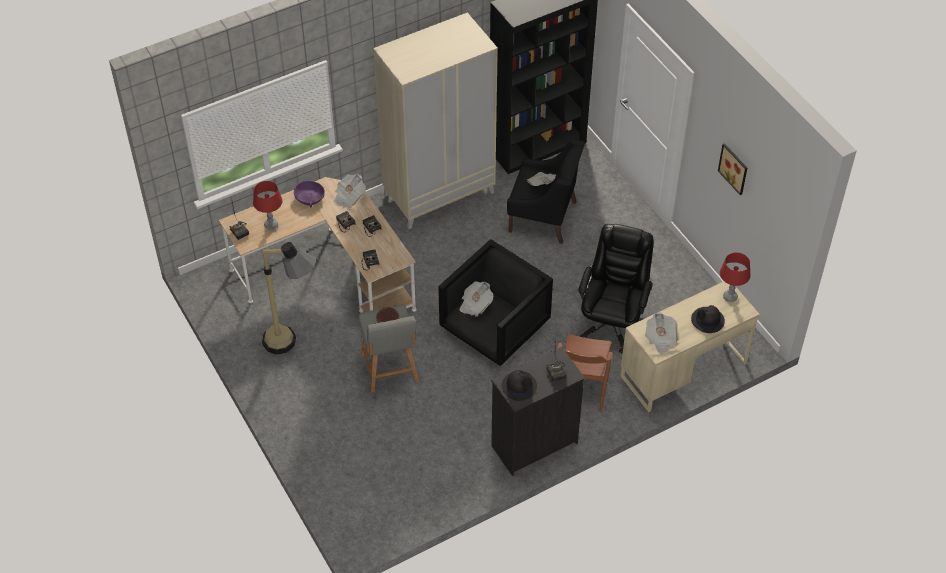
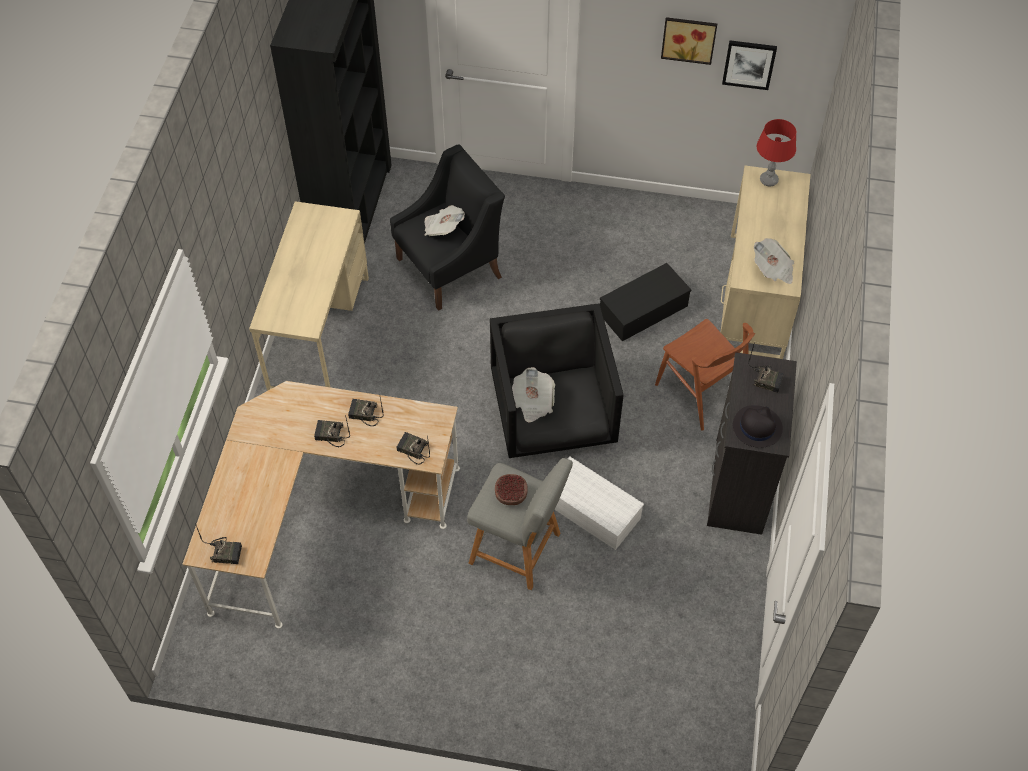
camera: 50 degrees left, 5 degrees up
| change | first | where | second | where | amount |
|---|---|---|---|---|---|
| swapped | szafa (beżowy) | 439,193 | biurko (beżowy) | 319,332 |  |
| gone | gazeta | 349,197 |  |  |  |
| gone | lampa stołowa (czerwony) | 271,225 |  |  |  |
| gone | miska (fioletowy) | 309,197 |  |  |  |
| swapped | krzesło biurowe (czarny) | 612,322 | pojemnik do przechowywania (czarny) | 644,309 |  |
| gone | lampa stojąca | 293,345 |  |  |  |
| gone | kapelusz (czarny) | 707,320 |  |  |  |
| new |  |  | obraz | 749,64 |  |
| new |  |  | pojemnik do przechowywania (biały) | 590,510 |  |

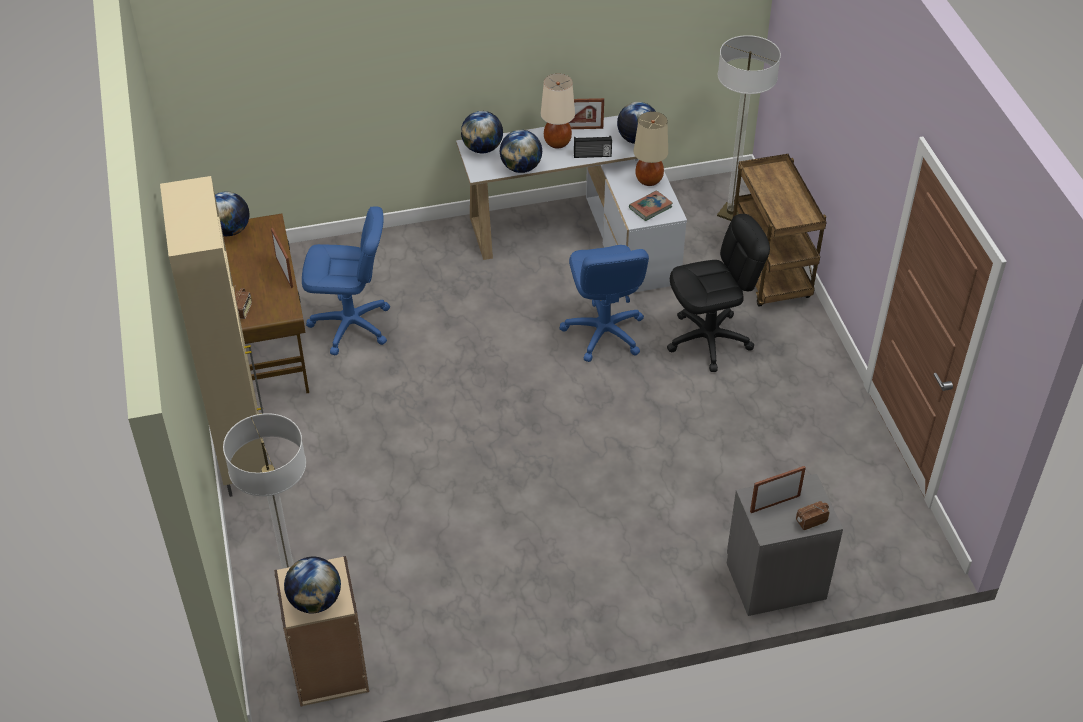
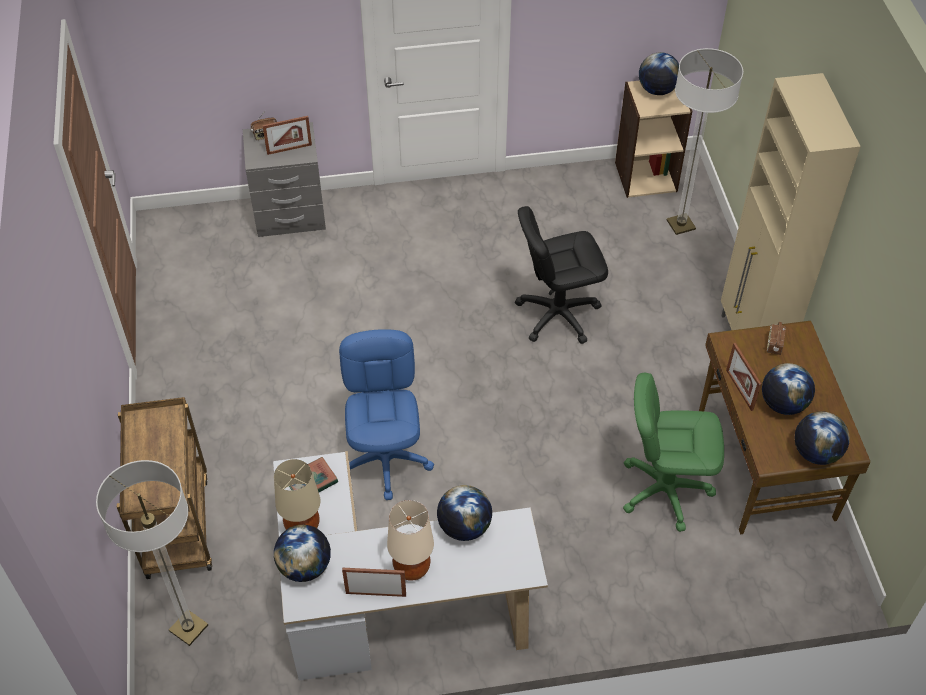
camera: 175 degrees left, 5 degrees up
| change | first | where | second | where | amount |
|---|---|---|---|---|---|
| shifted | globus | 482,148 |  | 782,404 |  |
| gone | radio | 592,155 |  |  |  |
| repainted | krzesło biurowe (niebieski) | 351,326 | krzesło biurowe (zielony) | 665,489 |  |
| shifted | krzesło biurowe (czarny) | 709,340 |  | 557,314 |  |

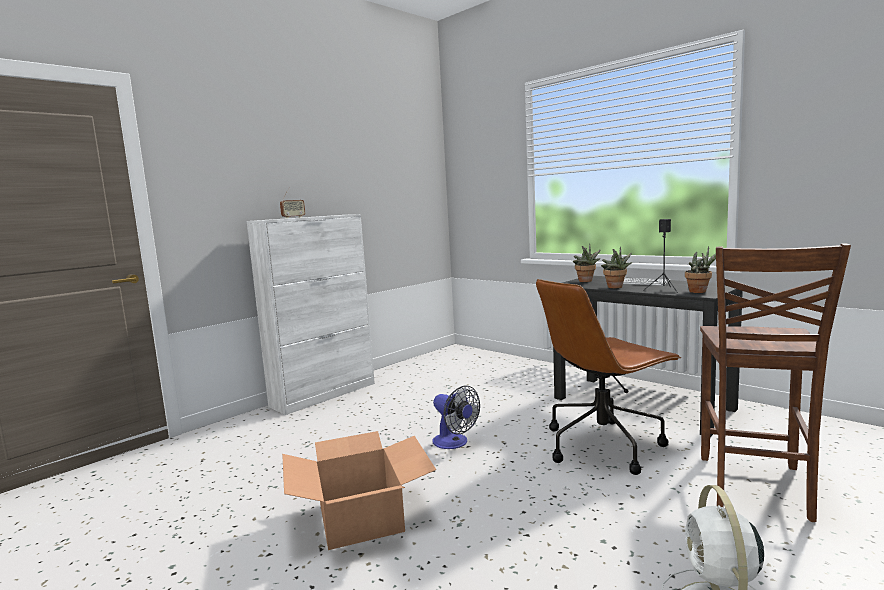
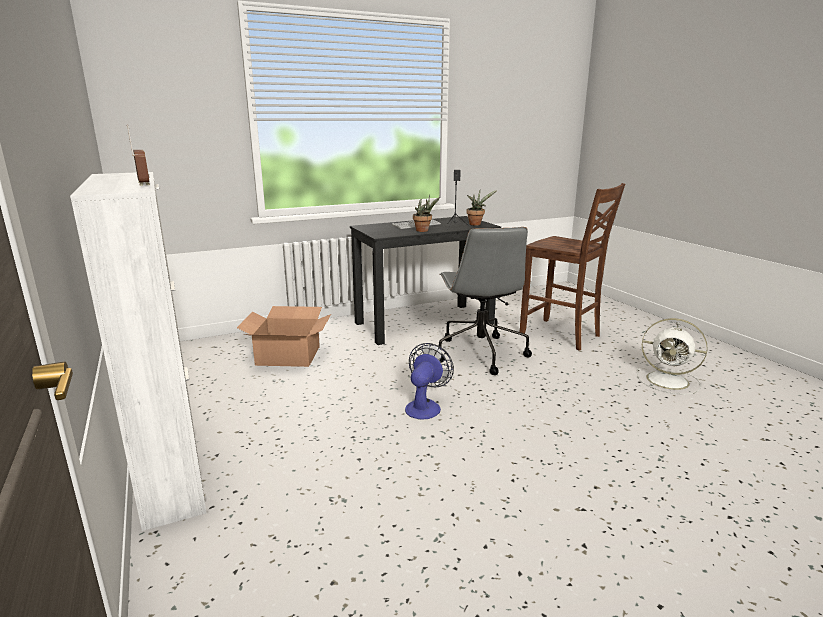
camera: 70 degrees left, 10 degrees up
| change | first | where | second | where | amount |
|---|---|---|---|---|---|
| gone | roślina doniczkowa | 586,281 |  |  |  |
| repainted | krzesło biurowe (brązowy) | 604,445 | krzesło biurowe (szary) | 479,353 |  |
| rotated | wentylator | 454,443 |  | 425,406 | 45 degrees counterclockwise |
| shifted | karton | 361,517 |  | 288,355 |  |

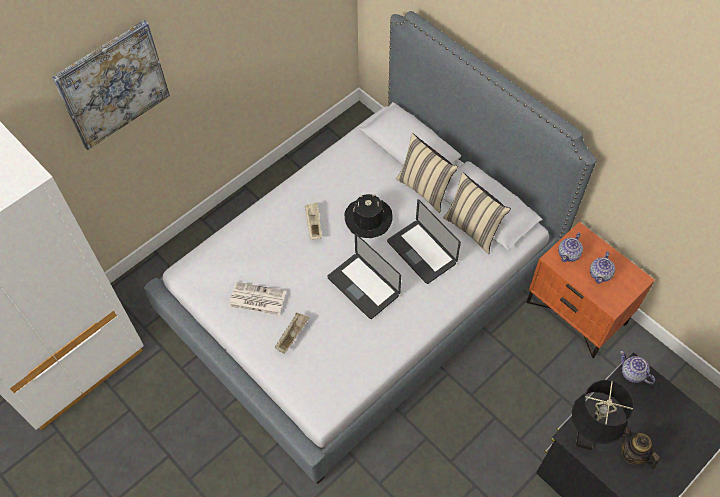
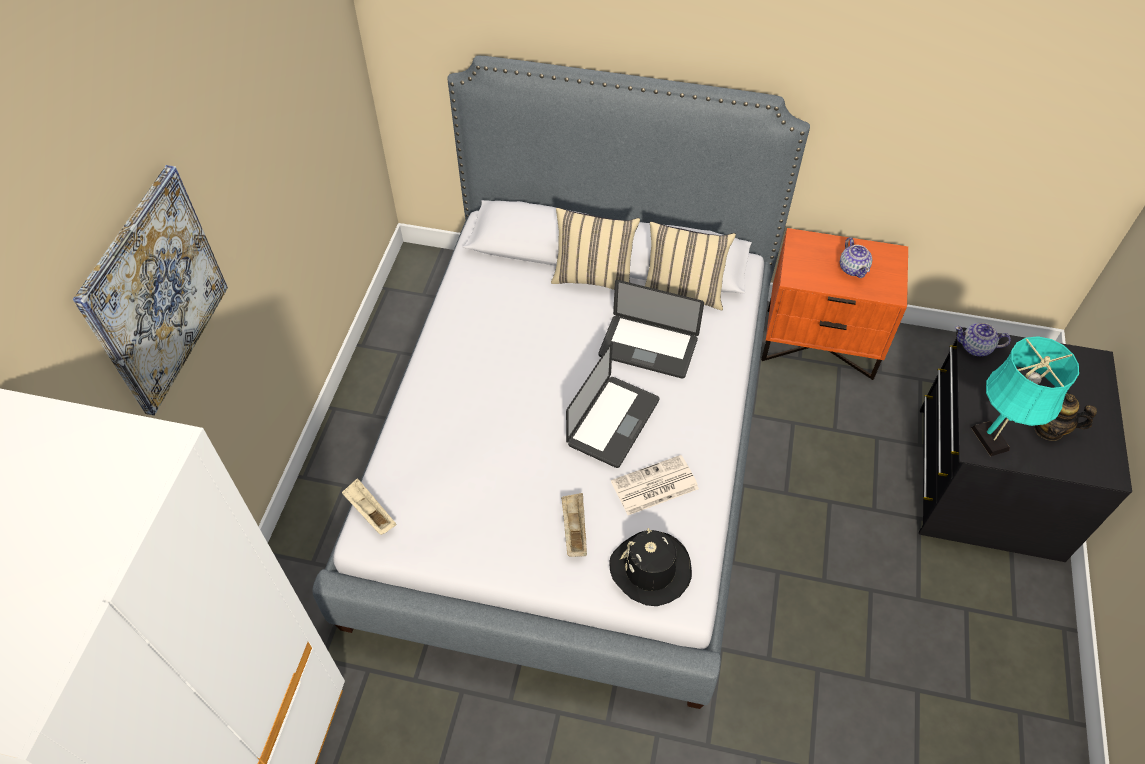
camera: 35 degrees left, 5 degrees down
| change | first | where | second | where | amount |
|---|---|---|---|---|---|
| shifted | kapelusz (czarny) | 368,219 |  | 650,569 |  |
| shifted | taca (beżowy) | 313,224 |  | 370,512 |  |
| rotated | laptop | 363,286 |  | 613,422 | 75 degrees counterclockwise |
| gone | imbryk | 569,254 |  |  |  |
| shifted | gazeta | 256,299 |  | 654,486 |  |
| repainted | lampa stołowa (czarny) | 585,438 | lampa stołowa (turkusowy) | 992,442 |  |

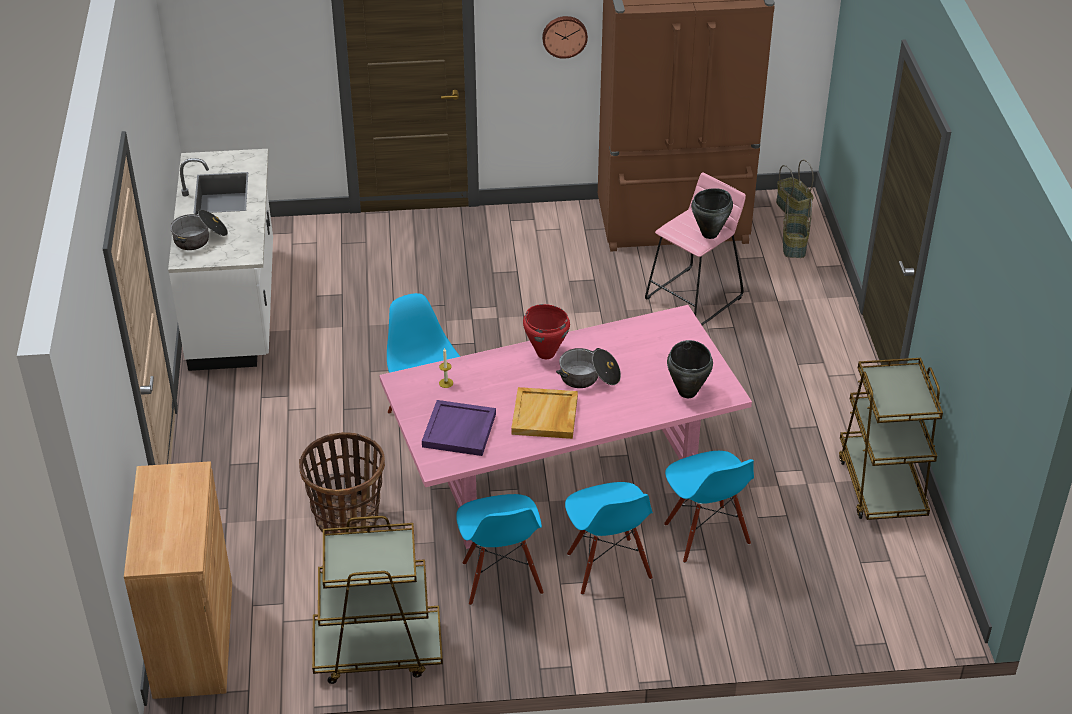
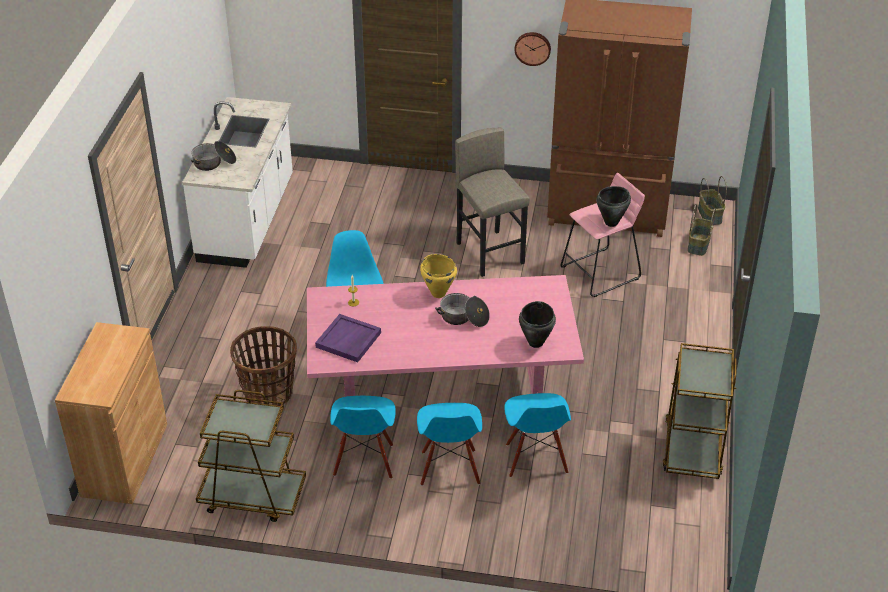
camera: 15 degrees right, 0 degrees up
| change | first | where | second | where | amount |
|---|---|---|---|---|---|
| repainted | garnek (czerwony) | 545,353 | garnek (żółty) | 438,293 |  |
| gone | taca (beżowy) | 545,416 |  |  |  |
| new |  |  | stołek (szary) | 490,253 |  |

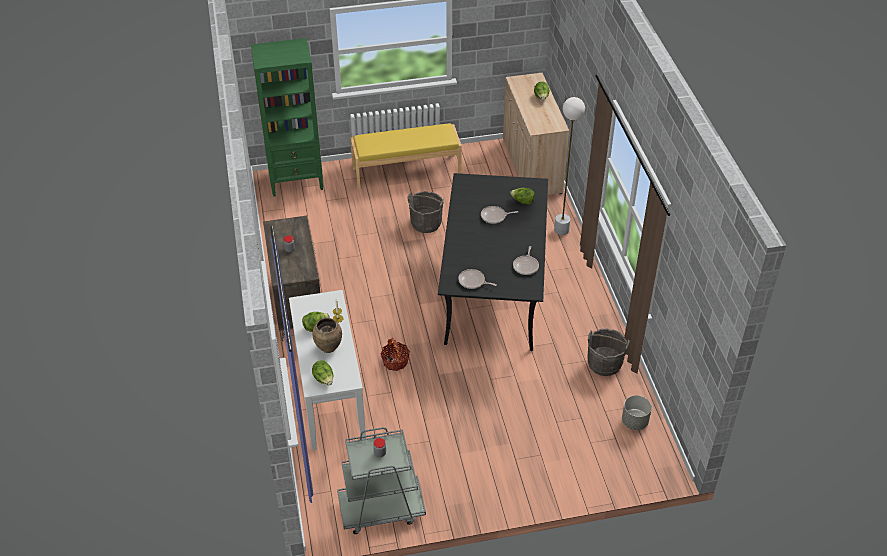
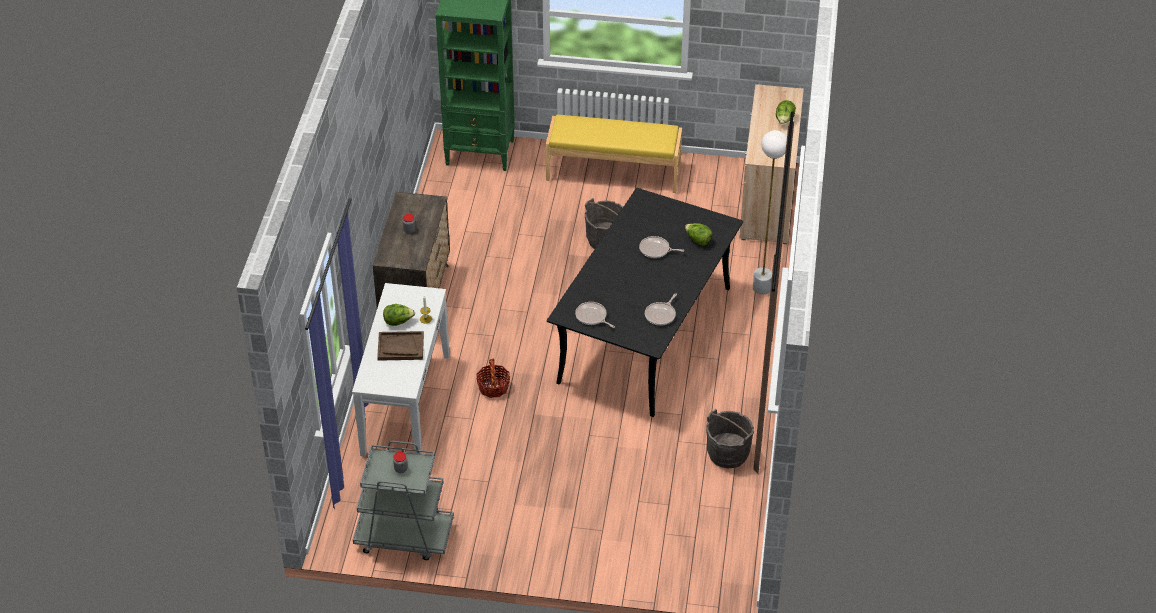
camera: 20 degrees right, 0 degrees up
| change | first | where | second | where | amount |
|---|---|---|---|---|---|
| swapped | wazon (brązowy) | 328,348 | taca (brązowy) | 400,347 |  |
| gone | sałata | 324,379 |  |  |  |
| gone | donica (szary) | 634,421 |  |  |  |

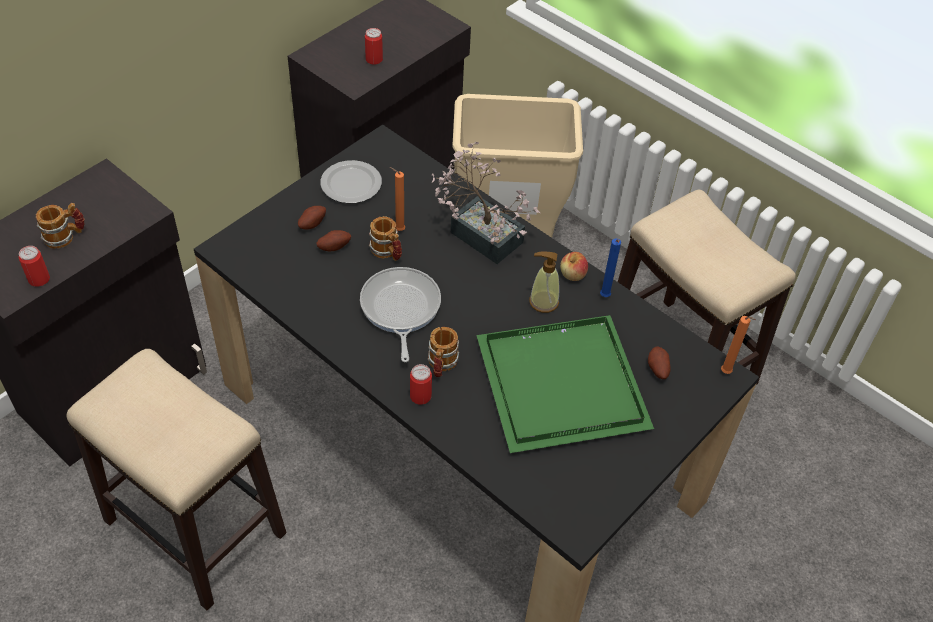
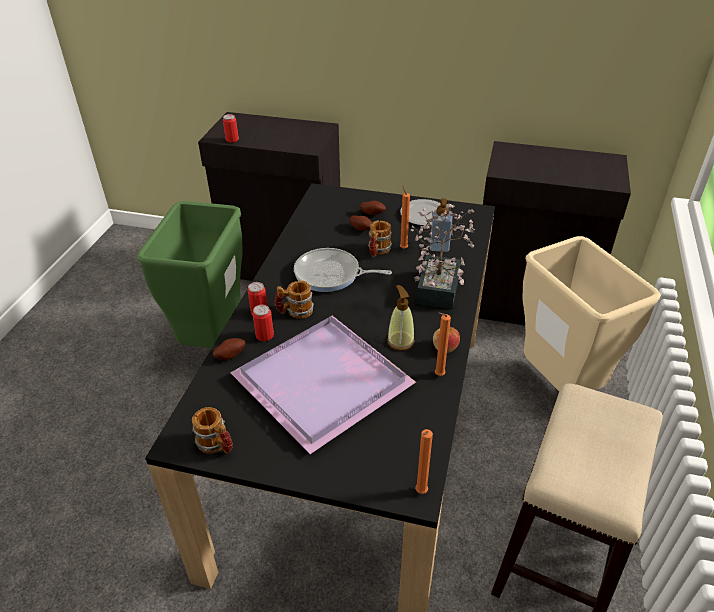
camera: 65 degrees right, 10 degrees down
| change | first | where | second | where | amount |
|---|---|---|---|---|---|
| shifted | puszka | 374,59 |  | 264,335 |  |
| shifted | kubek | 65,236 |  | 217,445 |  |
| repainted | świeca (niebieski) | 604,297 | świeca (pomarańczowy) | 438,375 |  |
| rotated | patelnia | 400,309 |  | 331,275 | 135 degrees counterclockwise |
| repainted | taca (zielony) | 563,382 | taca (fioletowy) | 326,382 |  |
| shifted | ziemniak | 657,369 |  | 230,355 |  |
| swapped | stołek | 194,526 | kosz na śmieci (zielony) | 213,339 |  |
| new |  |  | dozownik mydła | 439,246 |  |

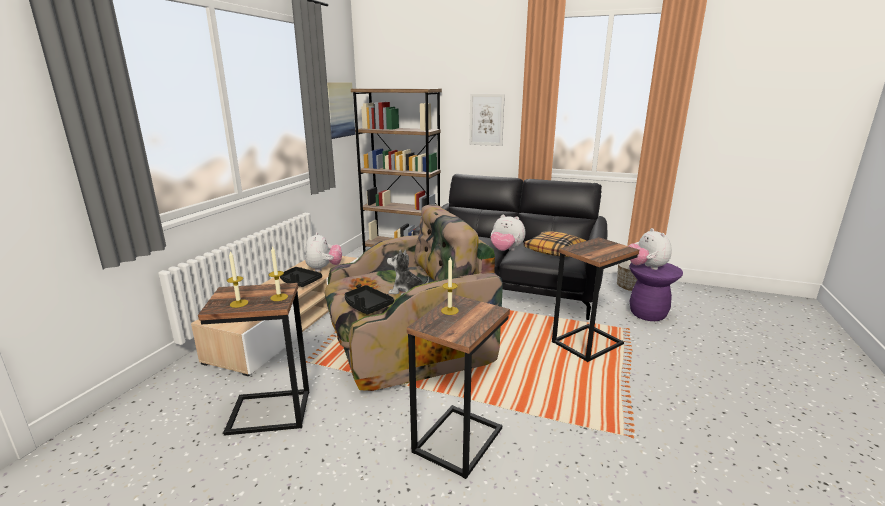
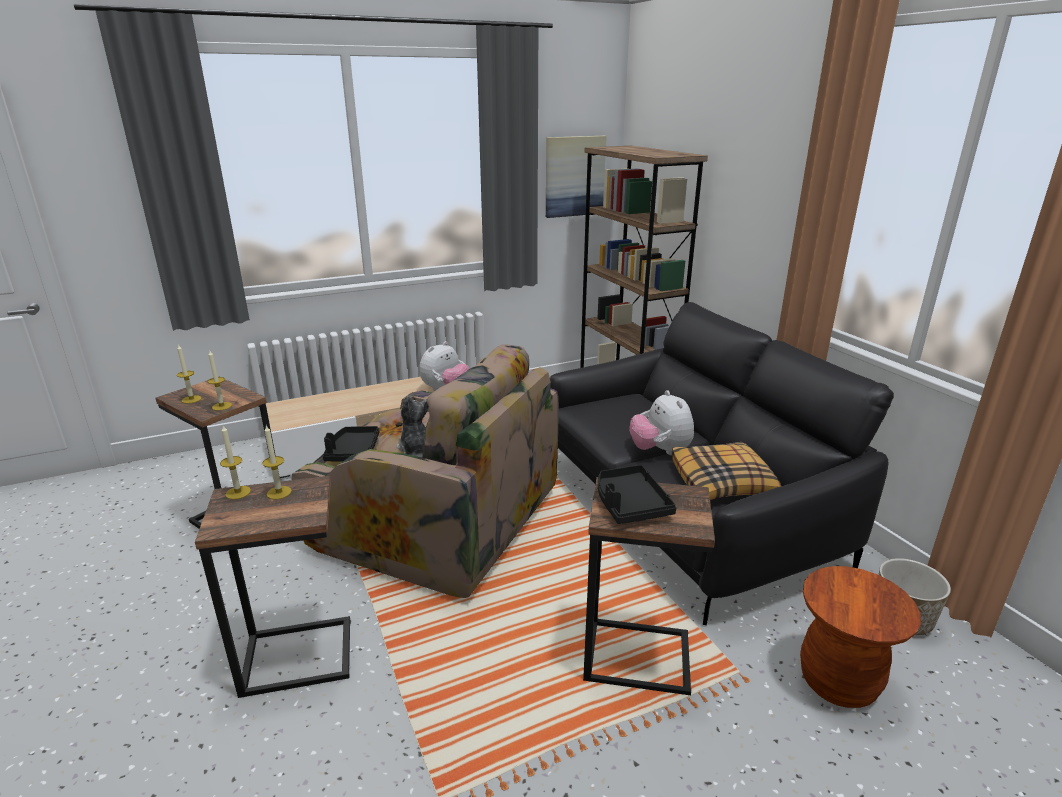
camera: 45 degrees right, 5 degrees up
| change | first | where | second | where | amount |
|---|---|---|---|---|---|
| gone | obraz | 486,120 |  |  |  |
| gone | pluszak | 646,267 |  |  |  |
| repainted | stołek (fioletowy) | 647,314 | stołek (brązowy) | 838,681 |  |
| shifted | taca (czarny) | 299,282 |  | 630,504 |  |
| new |  |  | świeca | 238,492 |  |

